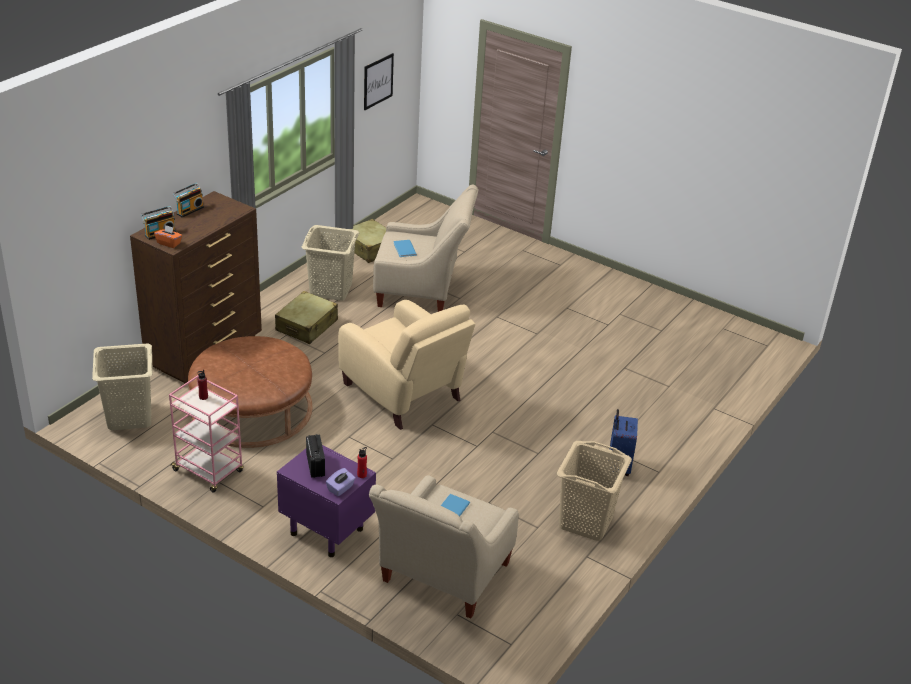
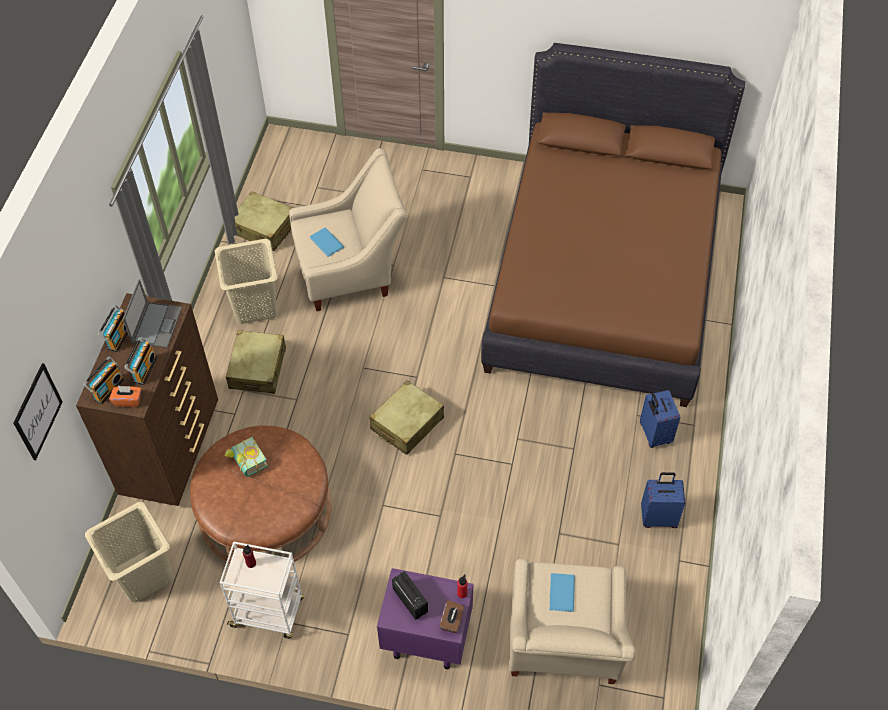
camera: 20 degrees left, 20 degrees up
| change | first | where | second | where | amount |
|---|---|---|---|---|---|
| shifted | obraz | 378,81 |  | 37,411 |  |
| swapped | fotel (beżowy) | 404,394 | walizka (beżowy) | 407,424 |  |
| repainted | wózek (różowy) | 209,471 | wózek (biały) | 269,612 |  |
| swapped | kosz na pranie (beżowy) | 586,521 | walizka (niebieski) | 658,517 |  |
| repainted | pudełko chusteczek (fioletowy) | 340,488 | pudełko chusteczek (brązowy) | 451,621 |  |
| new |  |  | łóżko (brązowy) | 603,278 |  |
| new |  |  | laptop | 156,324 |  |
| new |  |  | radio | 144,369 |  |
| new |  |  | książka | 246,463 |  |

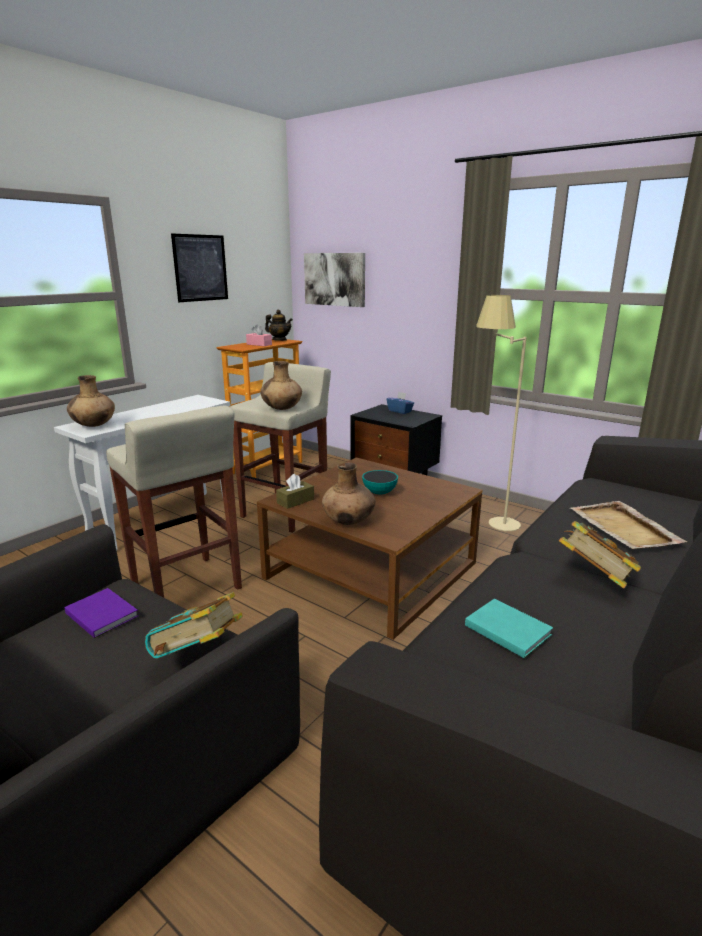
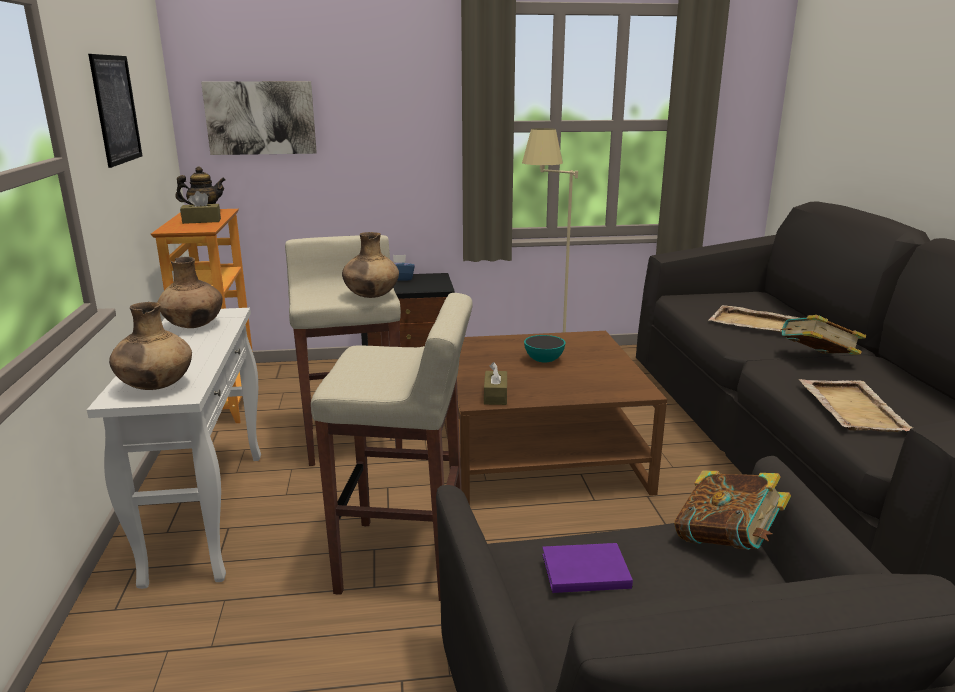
camera: 45 degrees left, 0 degrees up
| change | first | where | second | where | amount |
|---|---|---|---|---|---|
| repainted | pudełko chusteczek (różowy) | 259,344 | pudełko chusteczek (brązowy) | 201,221 |  |
| shifted | wazon (brązowy) | 349,521 |  | 194,326 |  |
| swapped | książka (turkusowy) | 506,628 | taca (beżowy) | 852,408 |  |

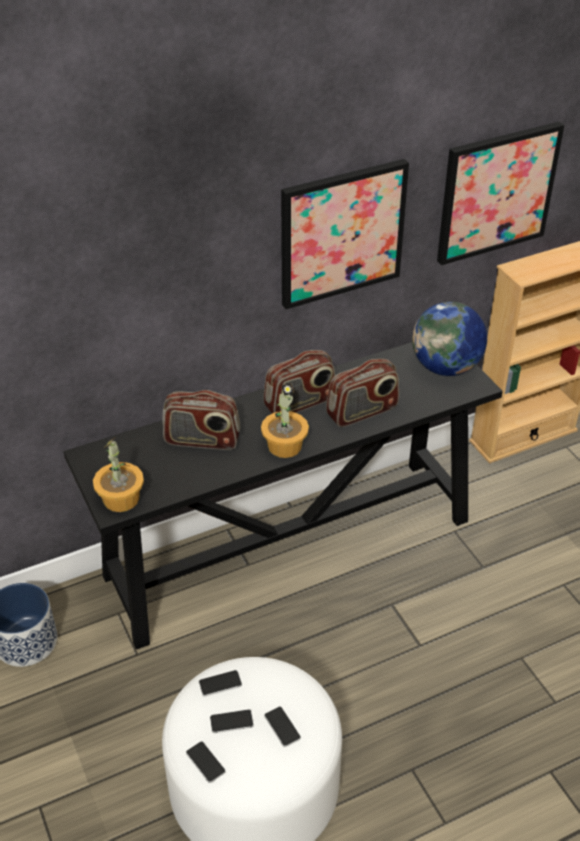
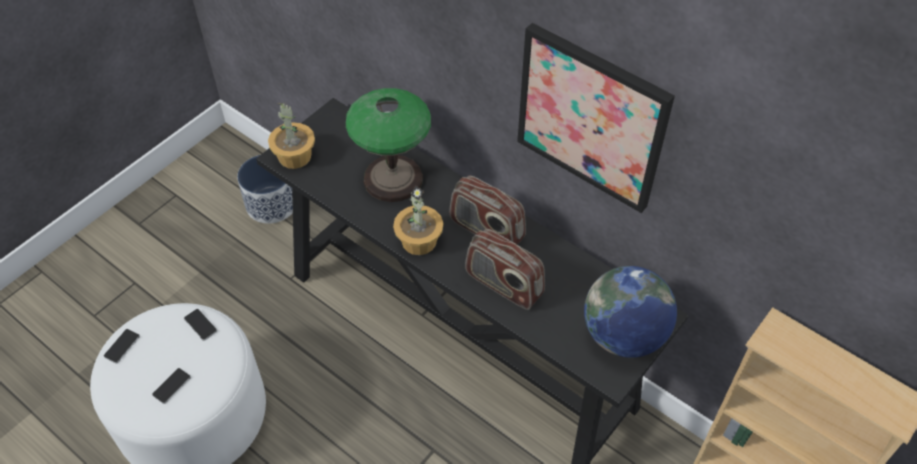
camera: 65 degrees right, 10 degrees up
| change | first | where | second | where | amount |
|---|---|---|---|---|---|
| gone | obraz | 496,192 |  |  |  |
| swapped | radio | 202,440 | lampa stołowa | 393,179 |  |
| gone | telefon | 231,722 |  |  |  |

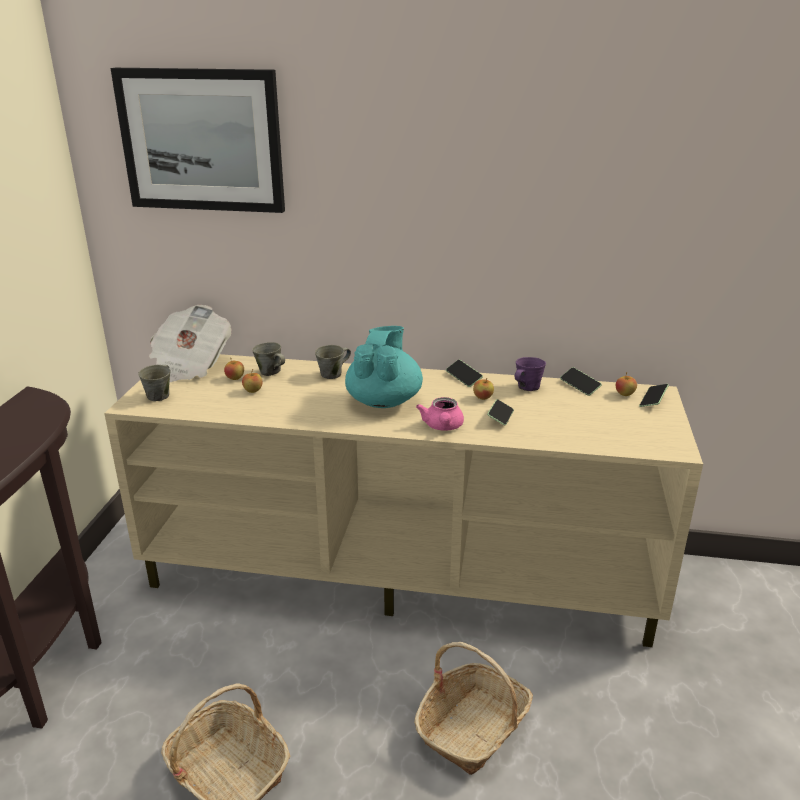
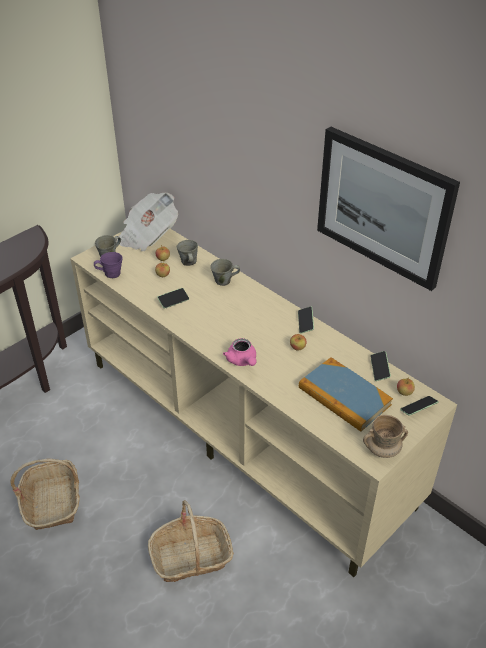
camera: 35 degrees right, 15 degrees up
| change | first | where | second | where | amount |
|---|---|---|---|---|---|
| shifted | obraz | 202,140 |  | 383,207 |  |
| gone | imbryk (turkusowy) | 384,401 |  |  |  |
| shifted | kubek (fioletowy) | 527,388 |  | 111,274 |  |
| rotated | imbryk (różowy) | 442,427 |  | 242,361 | 60 degrees counterclockwise |
| shifted | telefon | 500,417 |  | 173,301 |  |
| new |  |  | książka | 344,396 |  |
| new |  |  | kubek (beżowy) | 382,450 |  |

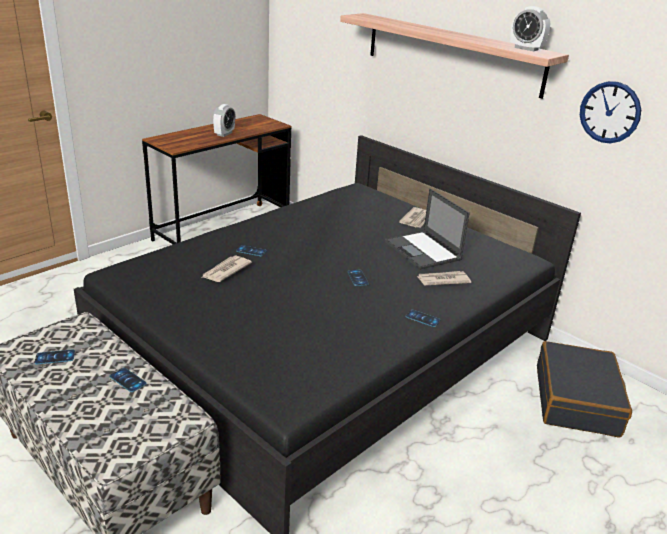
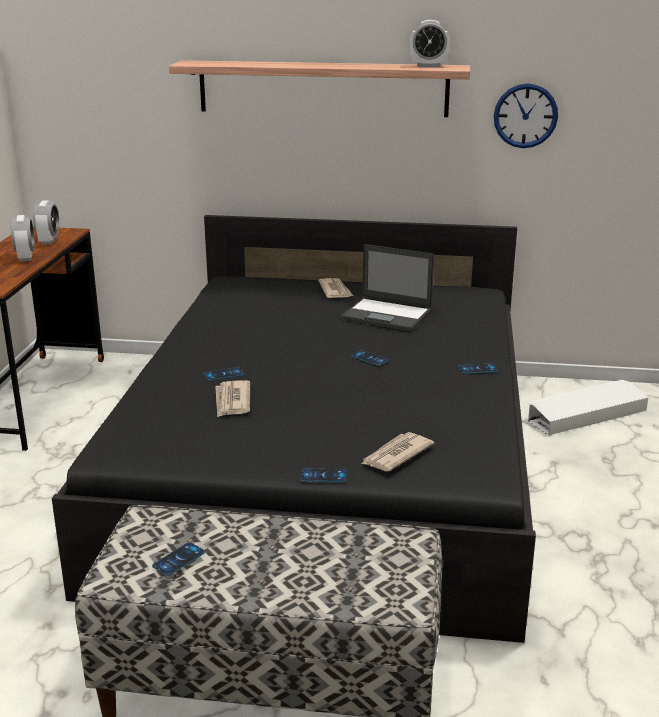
camera: 35 degrees left, 5 degrees down
| change | first | where | second | where | amount |
|---|---|---|---|---|---|
| shifted | gazeta | 442,280 |  | 395,455 |  |
| swapped | walizka (czarny) | 577,400 | pojemnik do przechowywania (biały) | 585,414 |  |
| shifted | telefon | 127,380 |  | 323,476 |  |
| new |  |  | budzik | 49,241 |  |

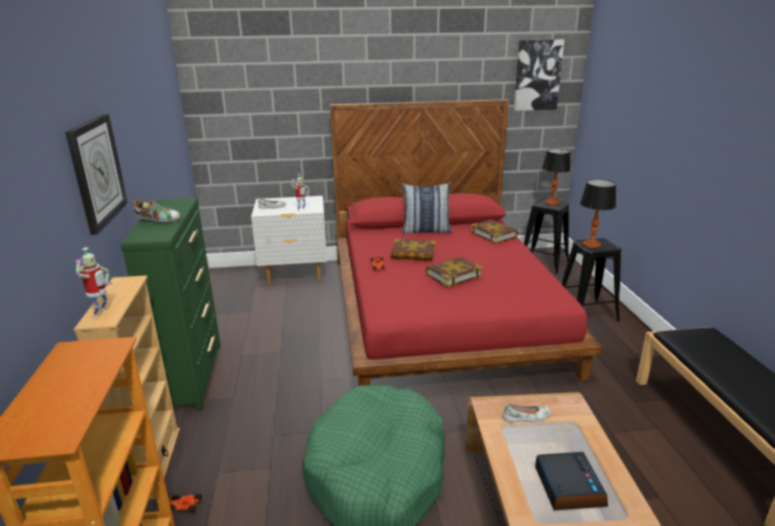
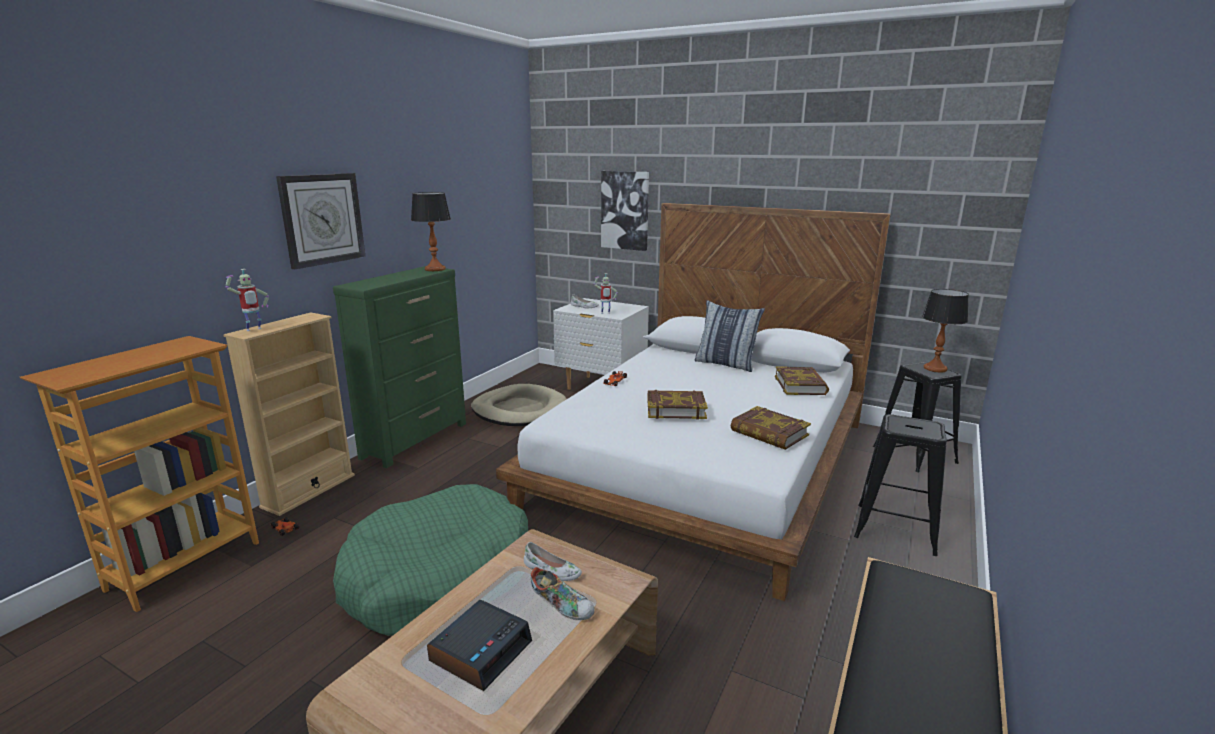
camera: 35 degrees right, 5 degrees down
| change | first | where | second | where | amount |
|---|---|---|---|---|---|
| shifted | obraz | 537,75 |  | 625,210 |  |
| repainted | łóżko (czerwony) | 442,310 | łóżko (biały) | 705,463 |  |
| shifted | lampa stołowa | 591,245 |  | 435,269 |  |
| shifted | but | 158,221 |  | 562,606 |  |
| shifted | książka | 413,254 |  | 769,433 |  |
| new |  |  | legowisko (beżowy) | 519,410 |  |

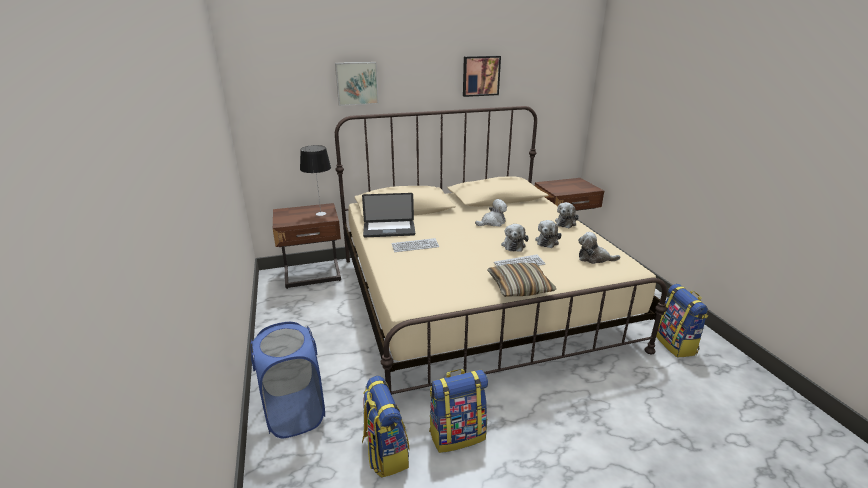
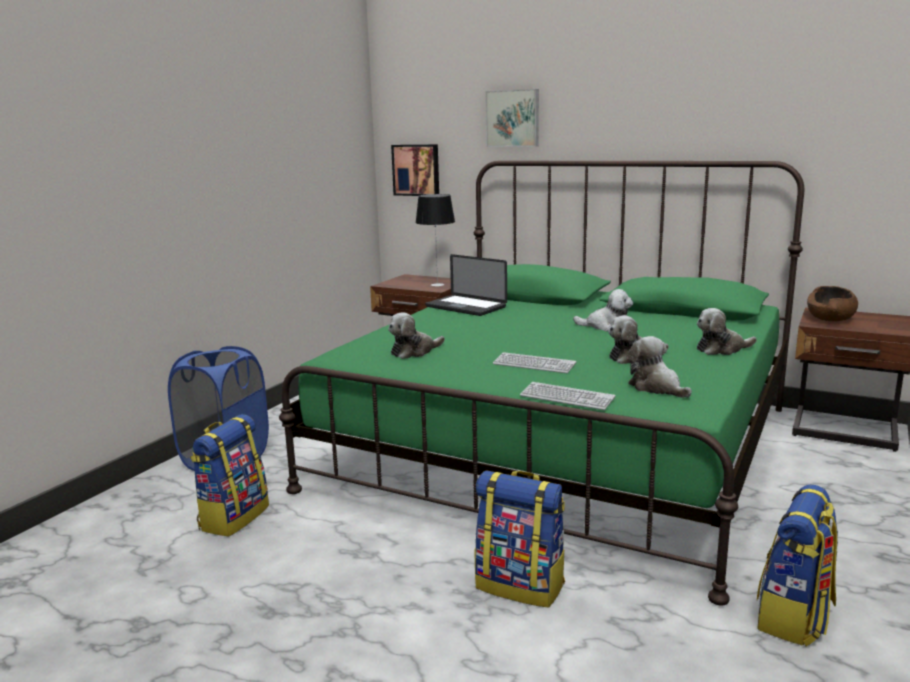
camera: 45 degrees right, 10 degrees down
| change | first | where | second | where | amount |
|---|---|---|---|---|---|
| shifted | obraz | 480,76 |  | 416,170 |  |
| repainted | łóżko (beżowy) | 475,299 | łóżko (zielony) | 561,446 |  |
| shifted | pluszak | 513,245 |  | 414,352 |  |
| shifted | klawiatura | 415,246 |  | 567,397 |  |
| gone | poduszka | 519,287 |  |  |  |
| shifted | plecak | 457,434 |  | 521,585 |  |
| new |  |  | miska (brązowy) | 830,318 |  |

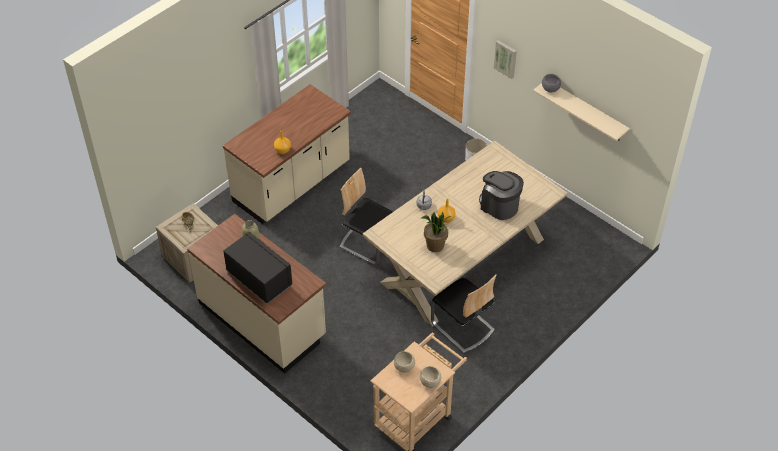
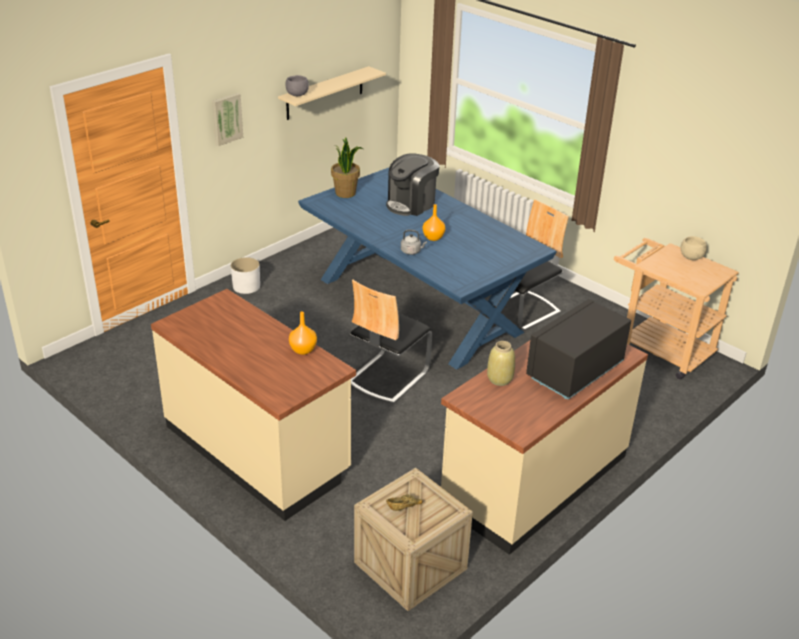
camera: 90 degrees left, 15 degrees down
| change | first | where | second | where | amount |
|---|---|---|---|---|---|
| repainted | stół jadalny (beżowy) | 463,261 | stół jadalny (niebieski) | 420,305 |  |
| shifted | roślina doniczkowa | 435,246 |  | 346,193 |  |
| gone | miska (beżowy) | 404,367 |  |  |  |

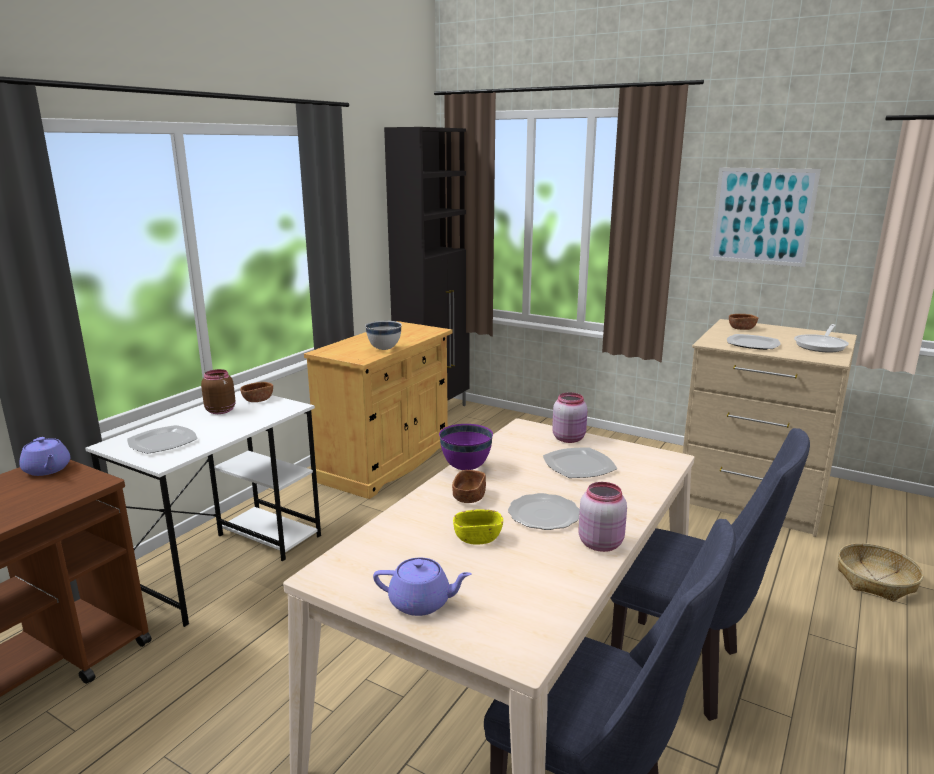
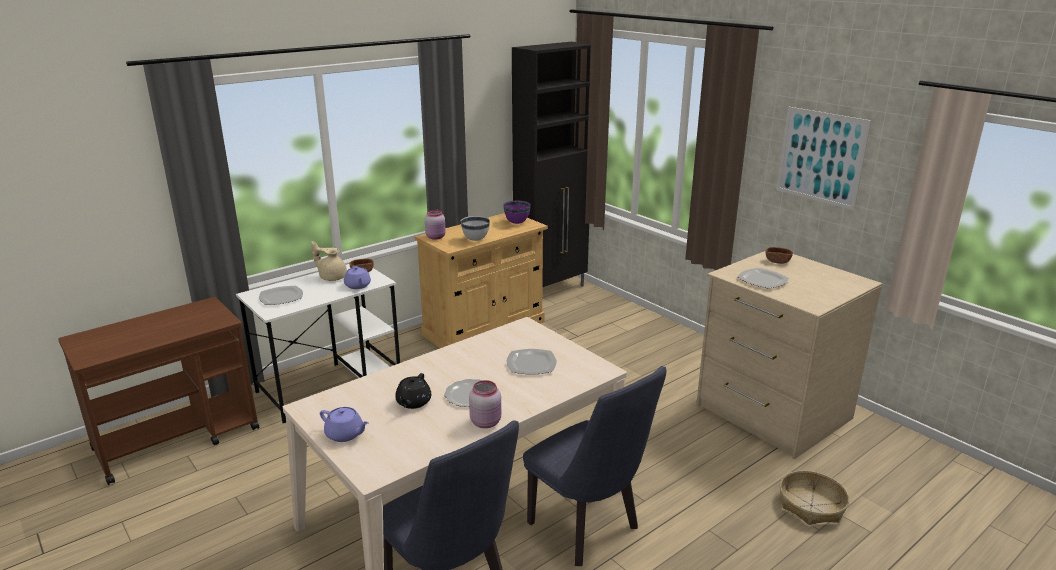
camera: 20 degrees right, 5 degrees up
| change | first | where | second | where | amount |
|---|---|---|---|---|---|
| gone | patelnia | 821,345 |  |  |  |
| swapped | słoik (brązowy) | 220,410 | imbryk (beżowy) | 332,277 |  |
| shifted | słoik (różowy) | 569,438 |  | 436,237 |  |
| shifted | miska (fioletowy) | 466,467 |  | 517,223 |  |
| shifted | imbryk (fioletowy) | 47,470 |  | 358,286 |  |
| gone | miska (brązowy) | 469,497 |  |  |  |
| swapped | miska (żółty) | 478,538 | imbryk (czarny) | 413,402 |  |

